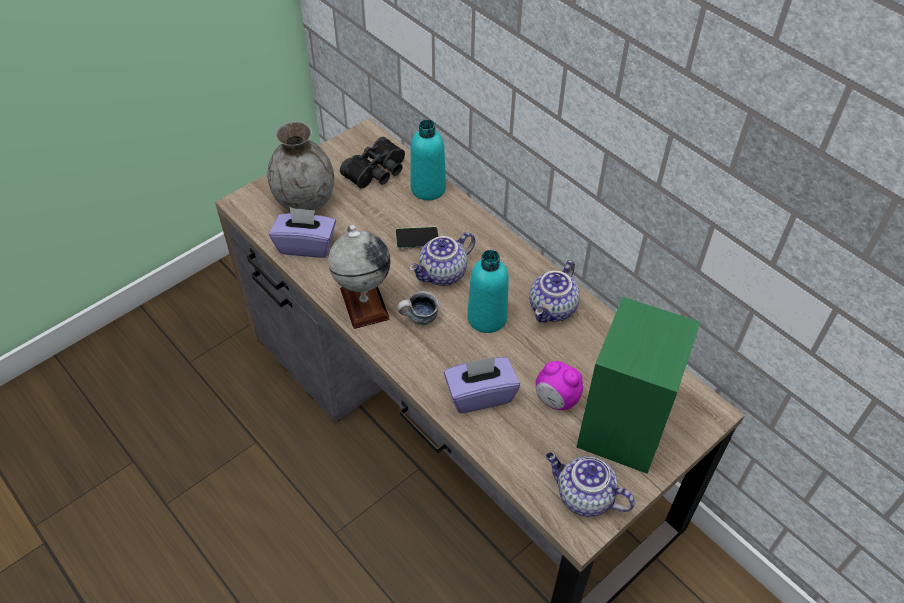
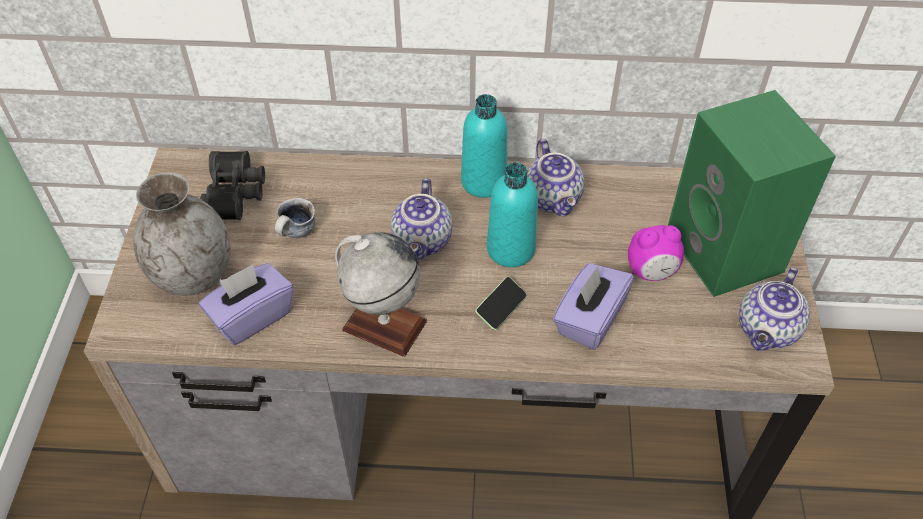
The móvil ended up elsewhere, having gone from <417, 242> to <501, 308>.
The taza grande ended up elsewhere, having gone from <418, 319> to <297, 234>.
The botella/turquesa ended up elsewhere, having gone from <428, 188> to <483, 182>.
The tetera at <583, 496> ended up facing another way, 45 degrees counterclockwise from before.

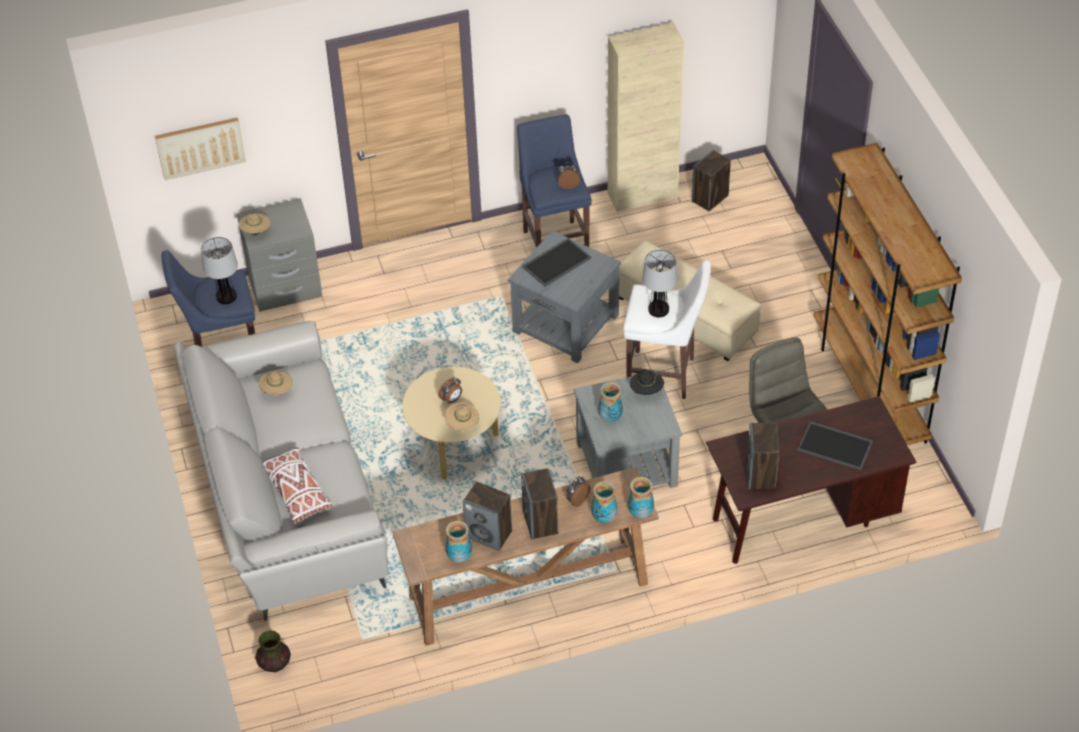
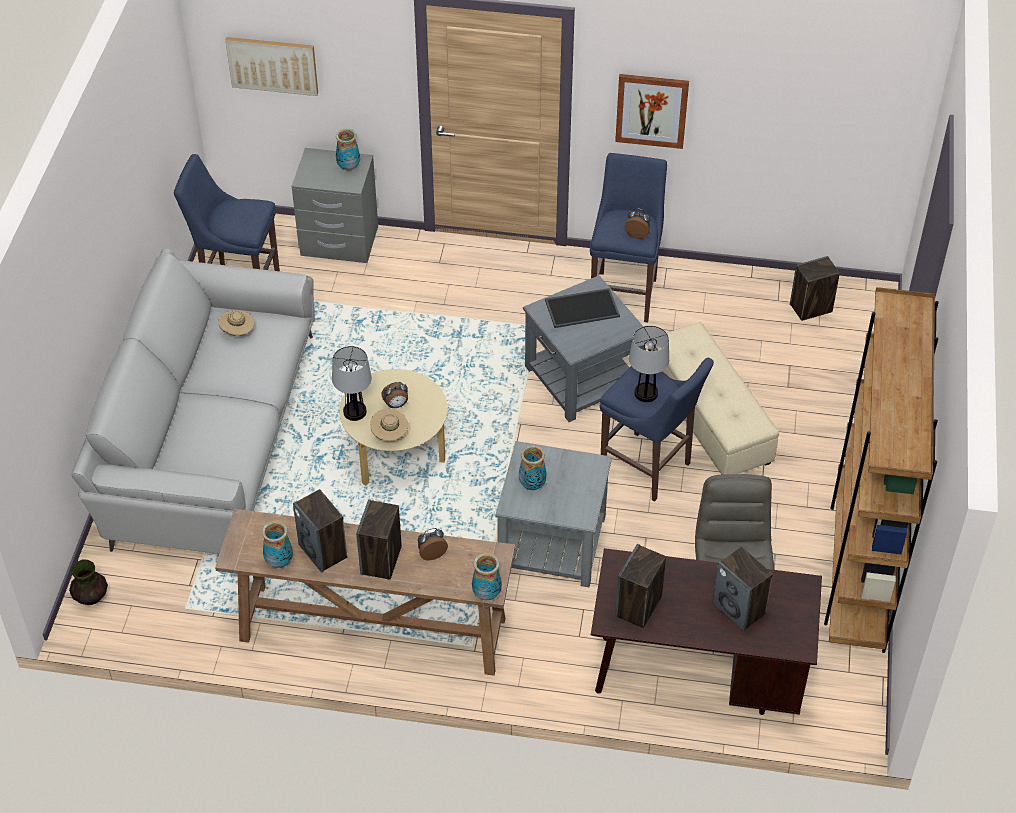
The lámpara de mesa ended up elsewhere, having gone from <226, 297> to <354, 412>.
The second view lost the sombrero/beis at <256, 232>.
The second view lost the cojín/blanco at <297, 492>.
The florero ended up elsewhere, having gone from <603, 517> to <348, 167>.
The second view lost the armario/beis at <642, 195>.
What was the taburete/blanco at <664, 375> turned into the taburete/azul at <649, 469>.
The second view lost the sombrero/negro at <646, 391>.
Where the bandeja stood at <836, 445>, the altavoz came to stand at <739, 609>.
The second view gained the cuadro at <651, 110>.

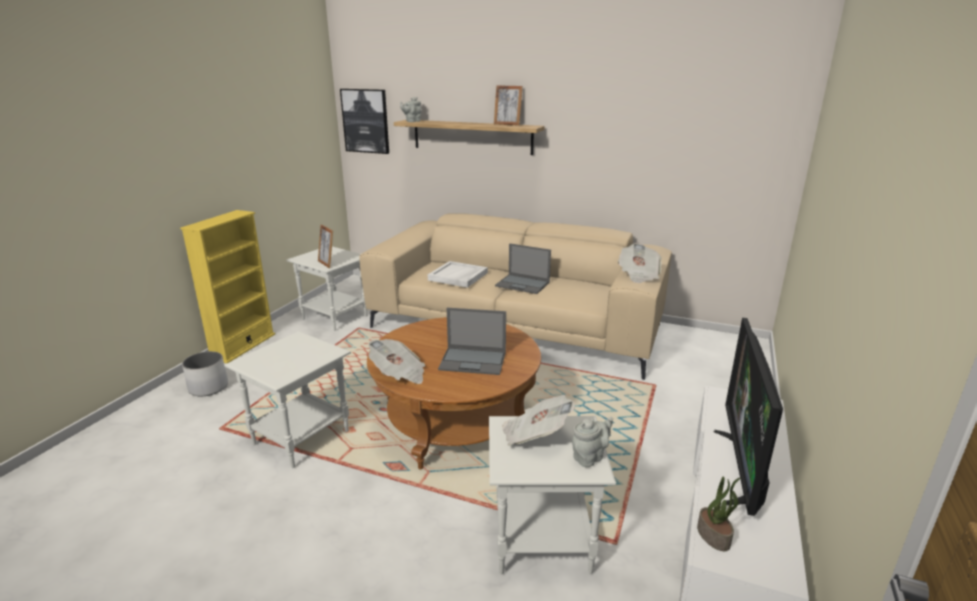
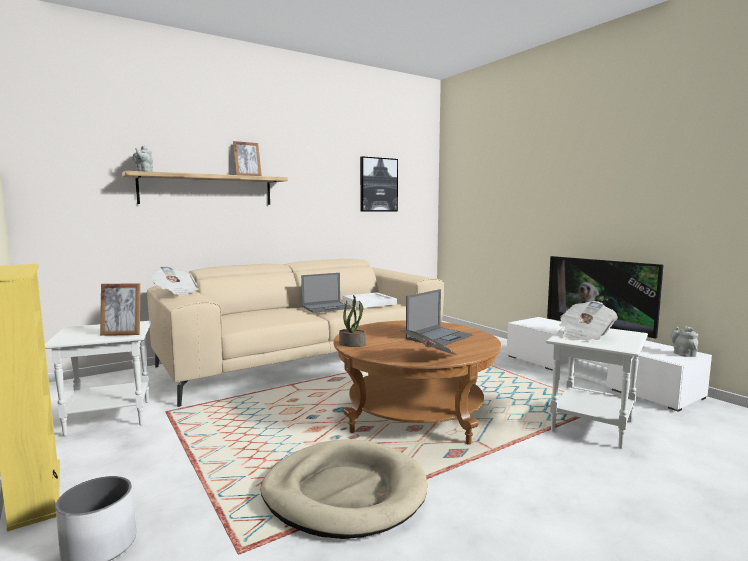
Where the mesa auxiliar/blanco stood at <302, 437>, the cama para perro/beis came to stand at <344, 492>.
The cuadro ended up elsewhere, having gone from <366, 121> to <378, 184>.
The bandeja/blanco ended up elsewhere, having gone from <458, 276> to <369, 302>.
The tetera/gris ended up elsewhere, having gone from <590, 457> to <683, 354>.
The periódico ended up elsewhere, having gone from <638, 275> to <175, 292>.
The planta en maceta ended up elsewhere, having gone from <714, 536> to <352, 344>.

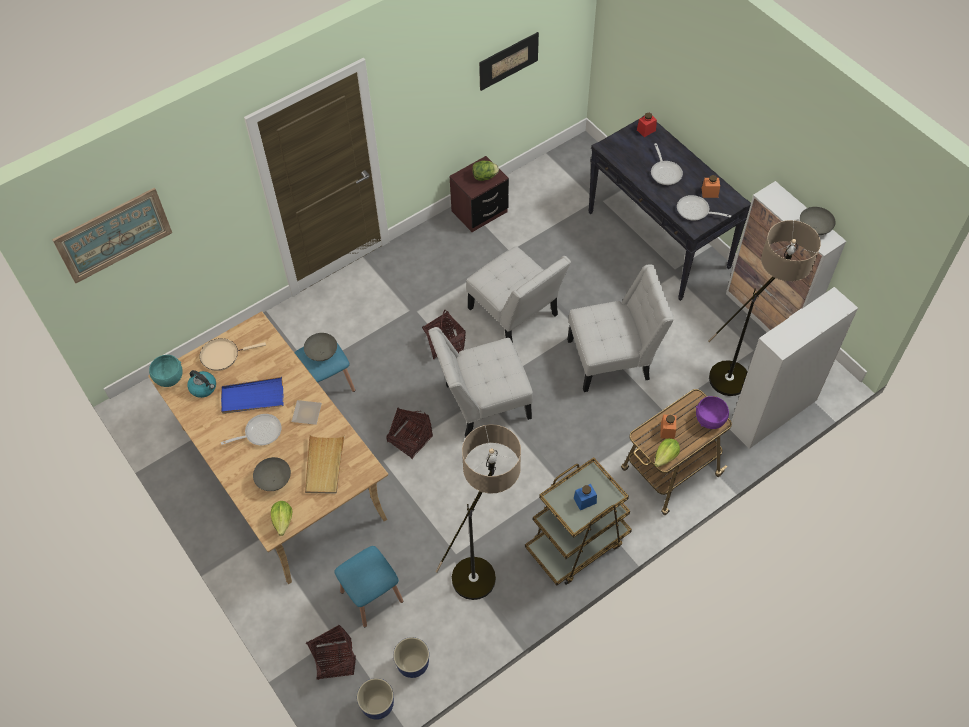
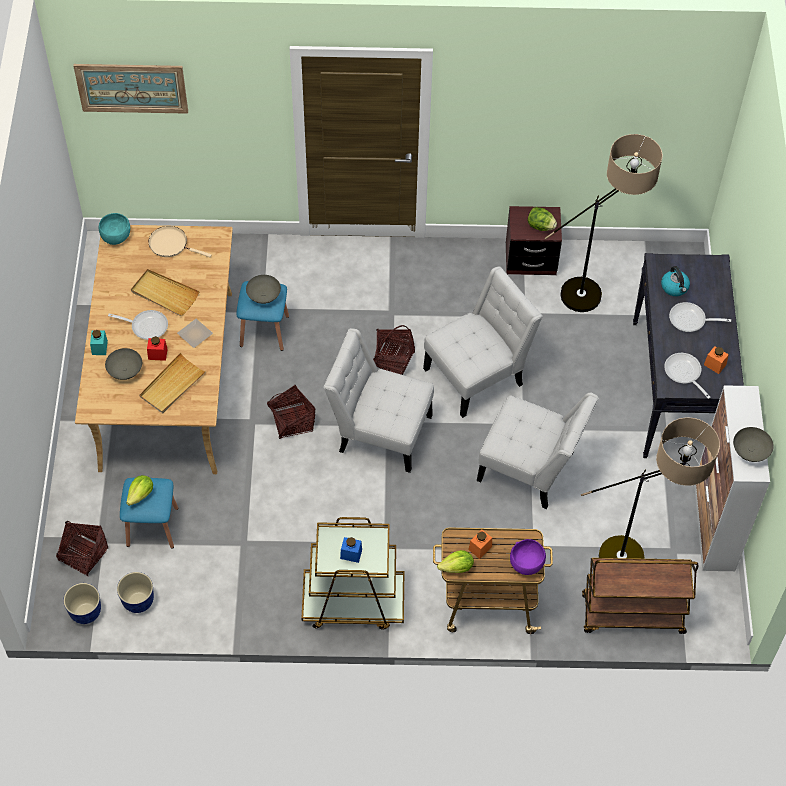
The hervidor ended up elsewhere, having gone from <204, 388> to <675, 287>.
What was the bandeja/azul at <252, 397> turned into the bandeja/beis at <164, 294>.
The lechuga ended up elsewhere, having gone from <283, 521> to <141, 495>.
The lámpara de pie ended up elsewhere, having gone from <484, 565> to <596, 292>.
The silla/blanco at <516, 315> ended up facing another way, 120 degrees counterclockwise from before.
The second view lost the cuadro at <508, 61>.
The tarro/rojo ended up elsewhere, having gone from <646, 130> to <157, 354>.
The sartén at <665, 172> ended up facing another way, 75 degrees clockwise from before.
Where the armario stood at <772, 414>, the carrito/marrón came to stand at <632, 615>.
The second view gained the tarro/turquesa at <99, 347>.

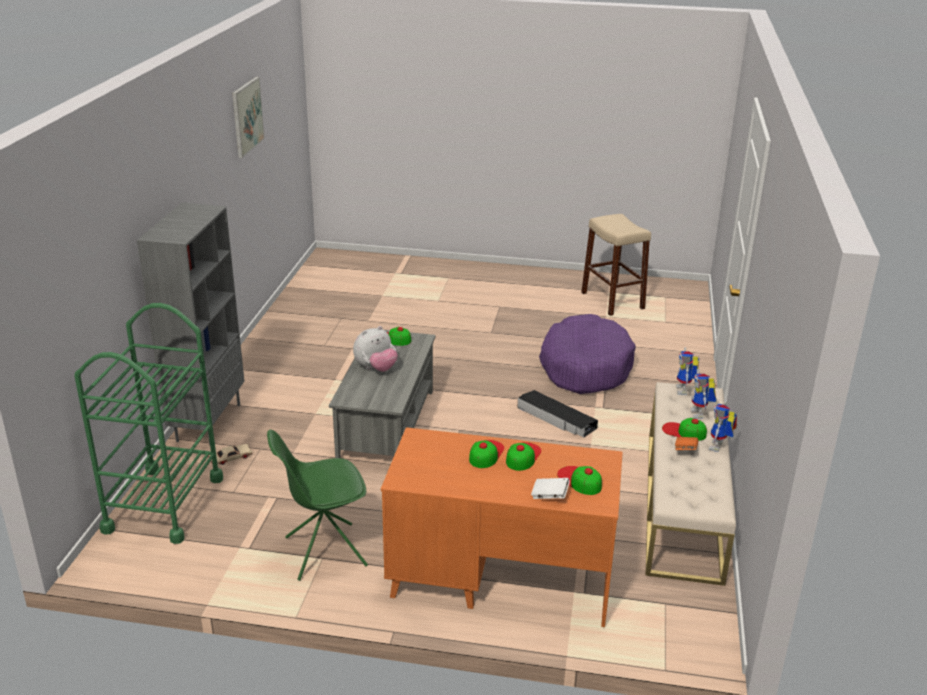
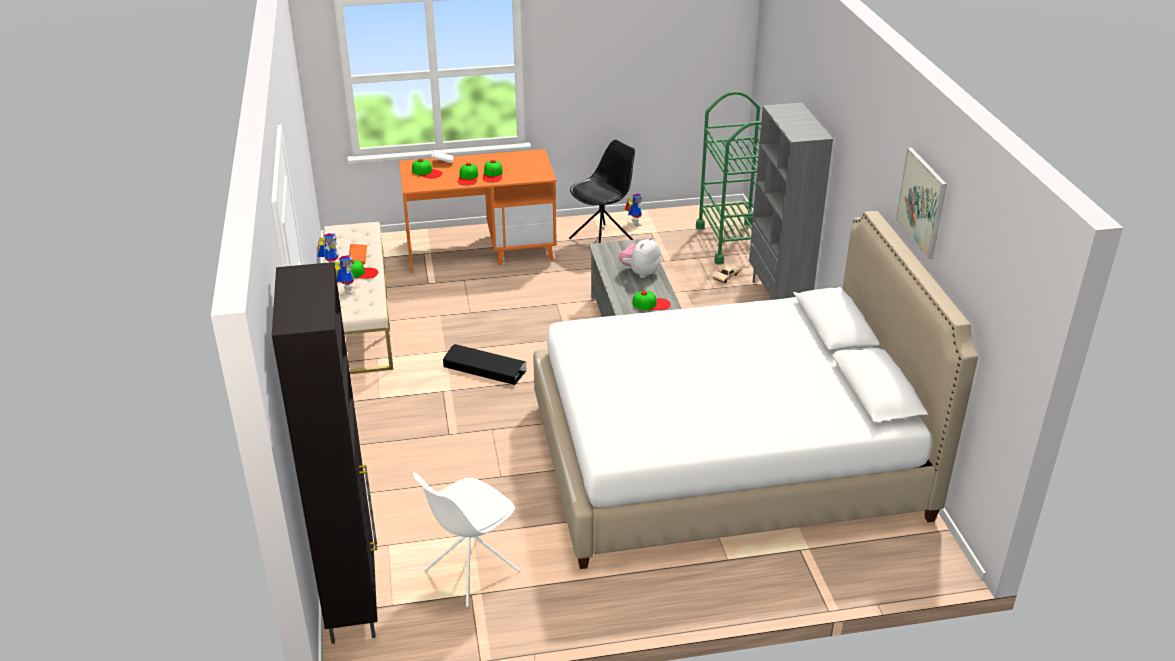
What was the silla/verde at <323, 551> turned into the silla/negro at <602, 240>.
The second view lost the cama para perro/morado at <585, 367>.
Where the taburete/beis stood at <612, 300>, the silla/blanco came to stand at <470, 572>.
The robot de juguete ended up elsewhere, having gone from <685, 391> to <633, 222>.
The second view gained the armario/negro at <353, 601>.
The second view gained the cama/blanco at <725, 459>.

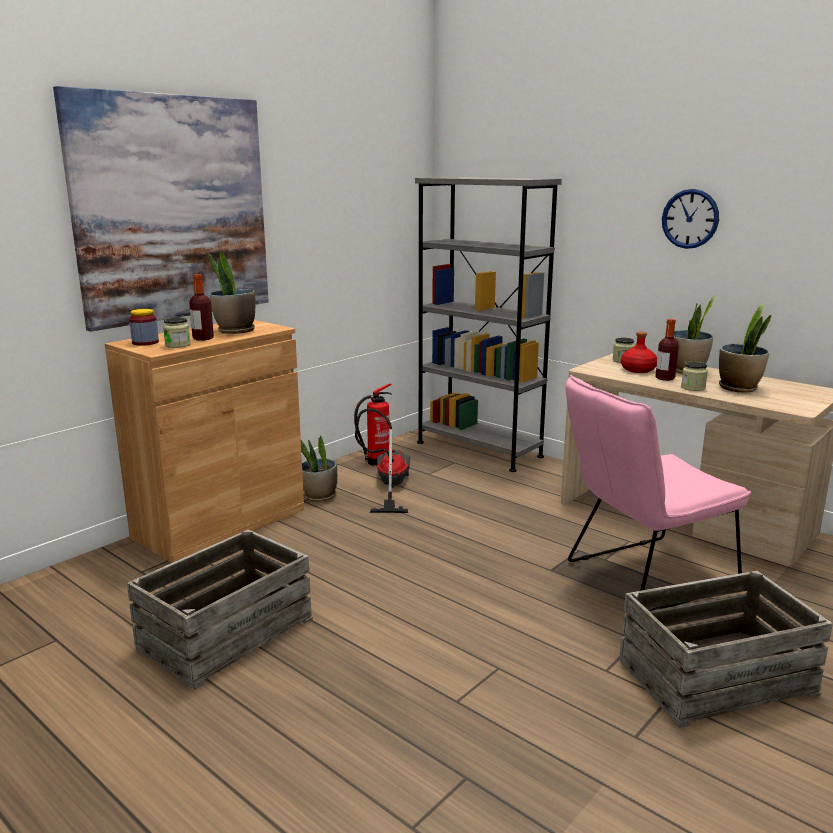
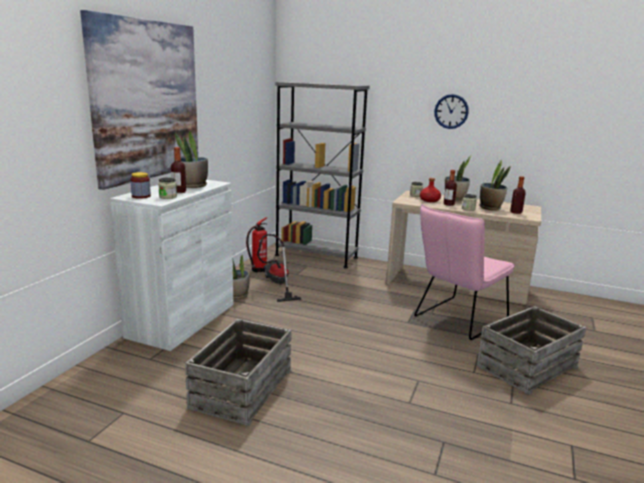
What was the armario/marrón at <220, 523> turned into the armario/blanco at <182, 320>.
The second view gained the botella at <516, 212>.

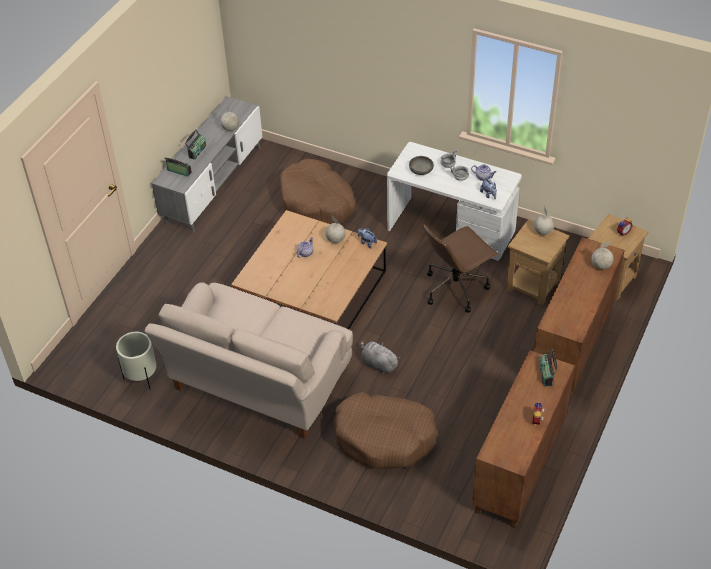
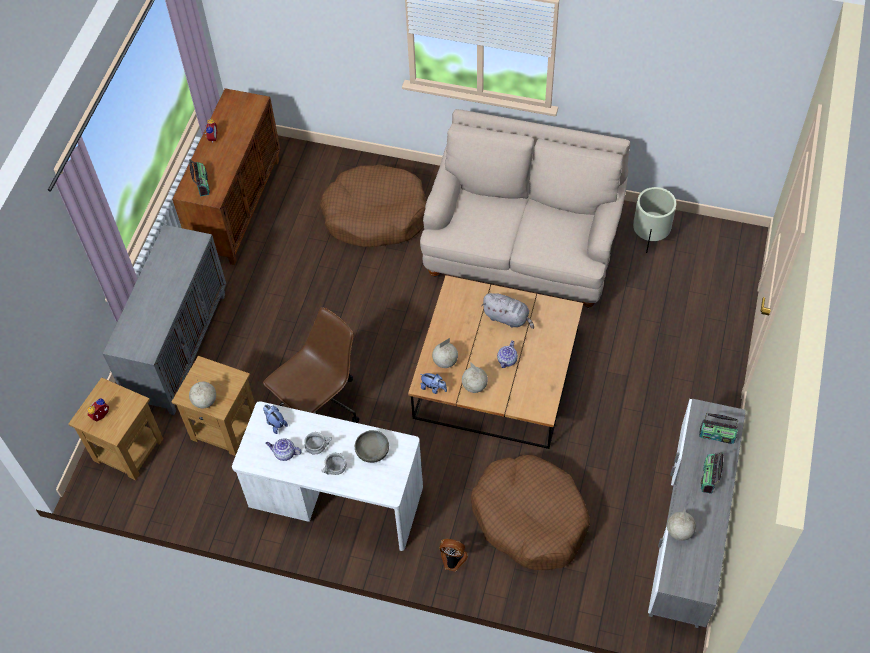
The peluche/gris ended up elsewhere, having gone from <378, 364> to <507, 318>.
What was the armario/marrón at <572, 347> turned into the armario/gris at <179, 347>.
The globo terráqueo ended up elsewhere, having gone from <601, 266> to <445, 361>.
The second view gained the ventilador at <452, 560>.

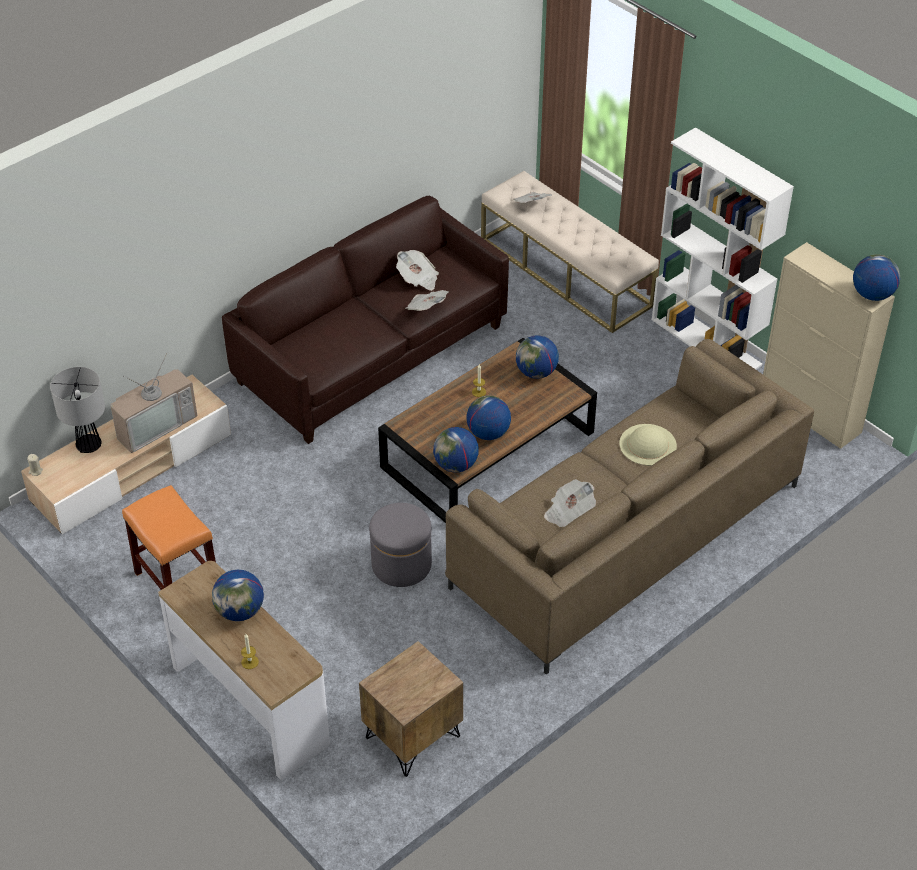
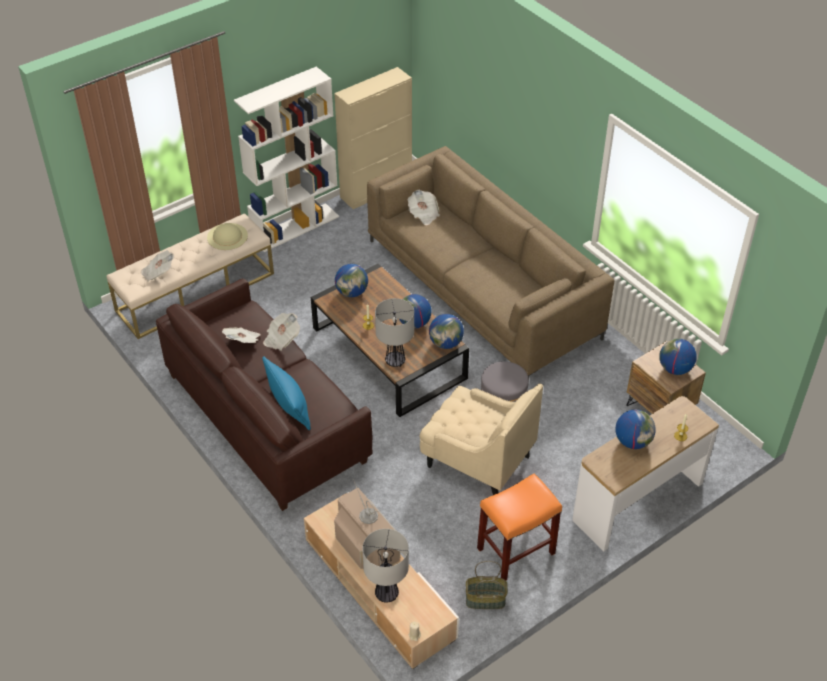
The periódico ended up elsewhere, having gone from <569, 513> to <423, 214>.
The sombrero/beis ended up elsewhere, having gone from <647, 444> to <227, 236>.
The globo terráqueo ended up elsewhere, having gone from <872, 294> to <674, 369>.
The second view gained the cojín/azul at <289, 405>.
The second view gained the lámpara de mesa at <395, 361>.
The second view gained the sillón/beis at <477, 461>.
The second view gained the cesta at <485, 600>.

